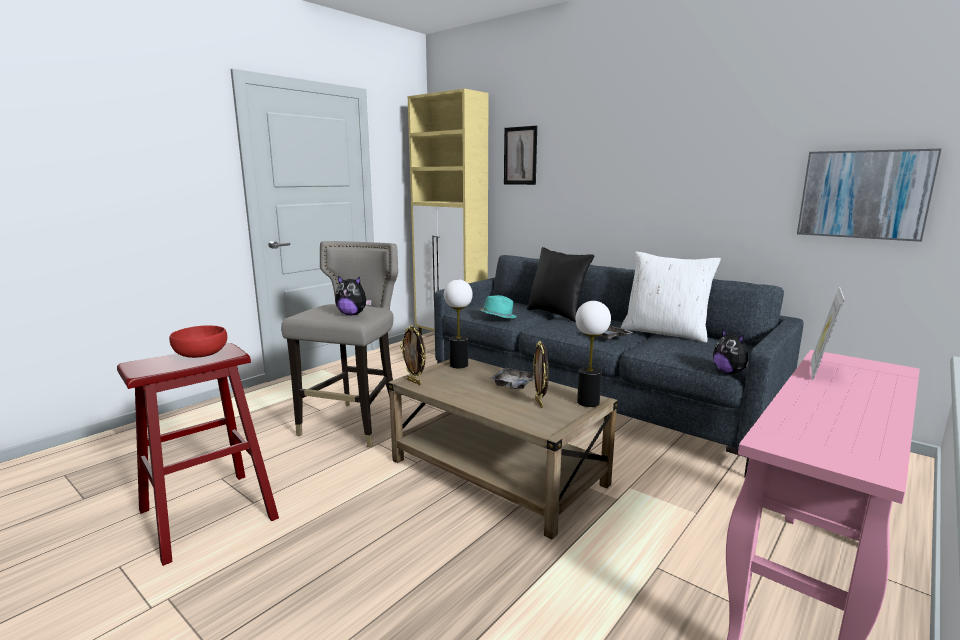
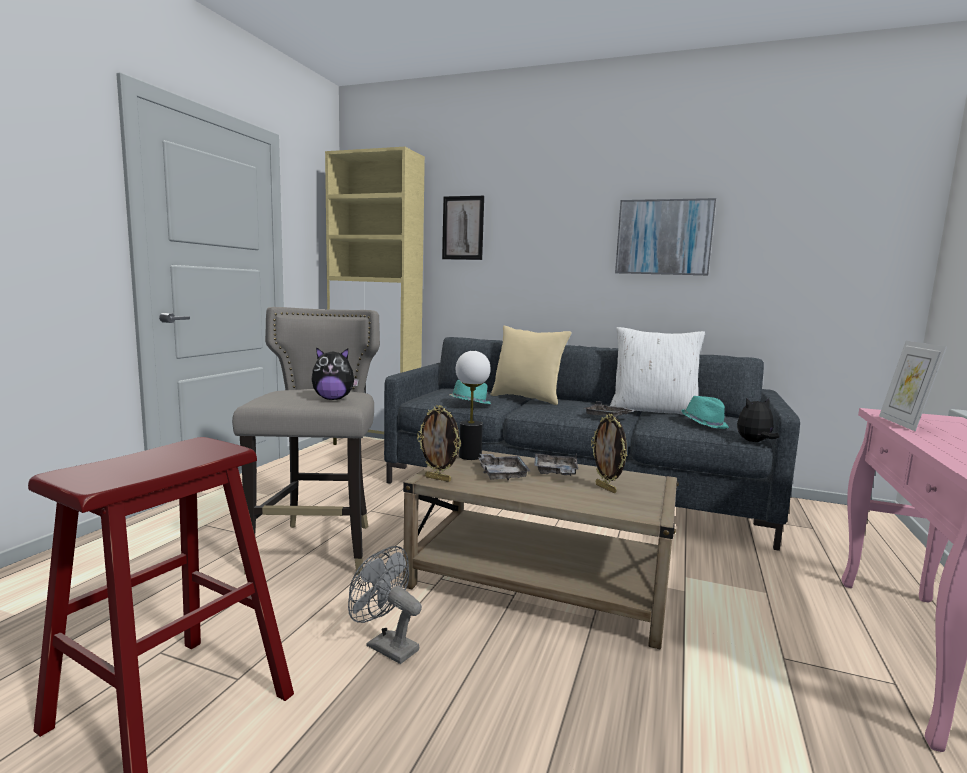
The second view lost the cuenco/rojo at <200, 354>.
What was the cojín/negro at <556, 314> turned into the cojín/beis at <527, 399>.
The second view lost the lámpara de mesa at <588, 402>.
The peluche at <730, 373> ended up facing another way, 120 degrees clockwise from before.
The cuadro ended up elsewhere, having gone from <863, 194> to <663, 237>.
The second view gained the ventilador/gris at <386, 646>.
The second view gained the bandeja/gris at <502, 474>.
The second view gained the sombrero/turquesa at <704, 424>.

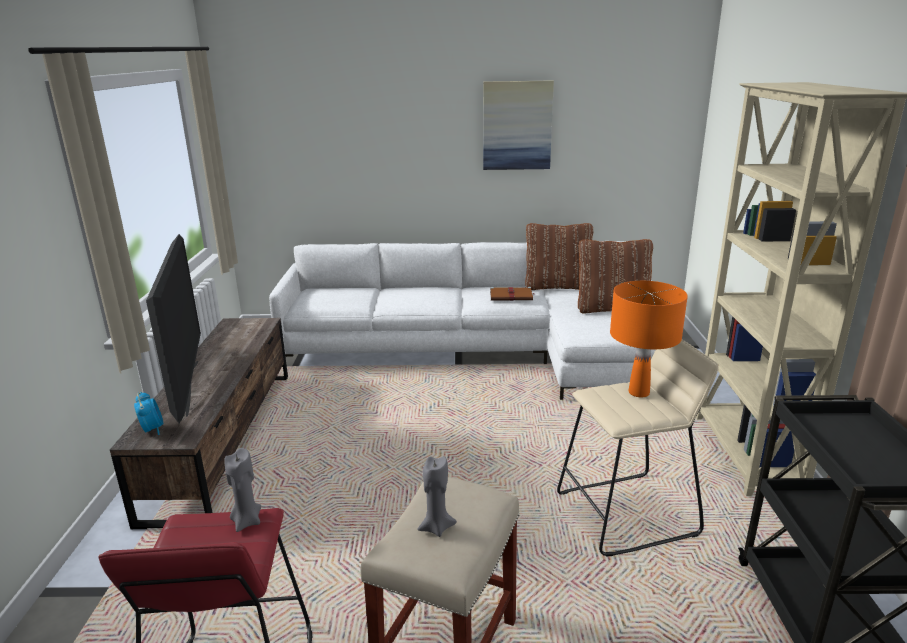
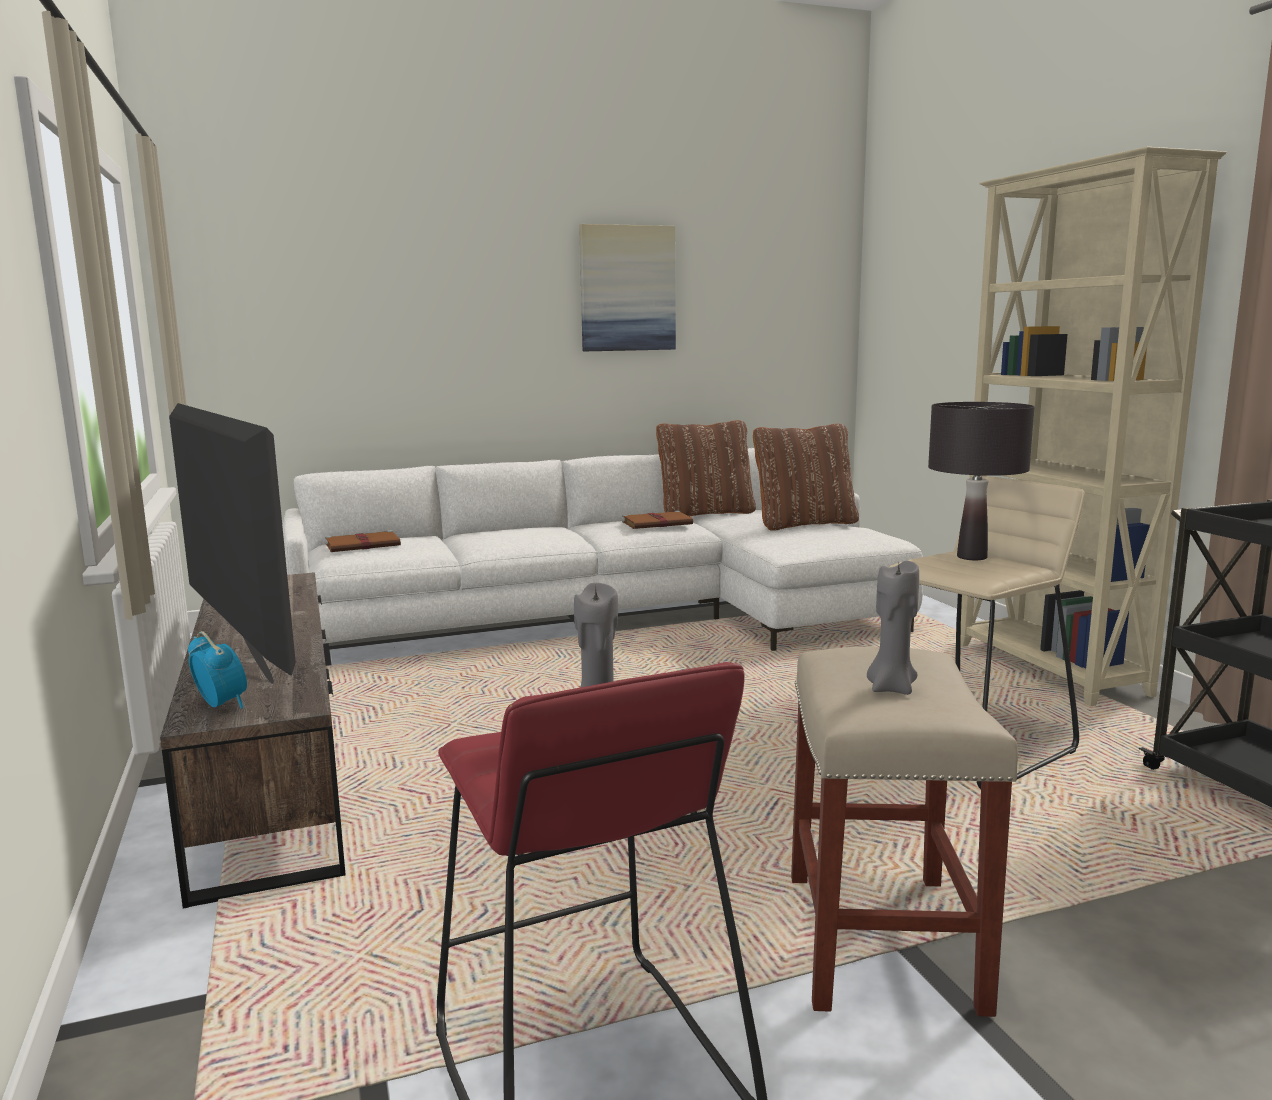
What was the lámpara de mesa/naranja at <639, 393> turned into the lámpara de mesa/negro at <972, 557>.
The second view gained the libro/marrón at <364, 545>.

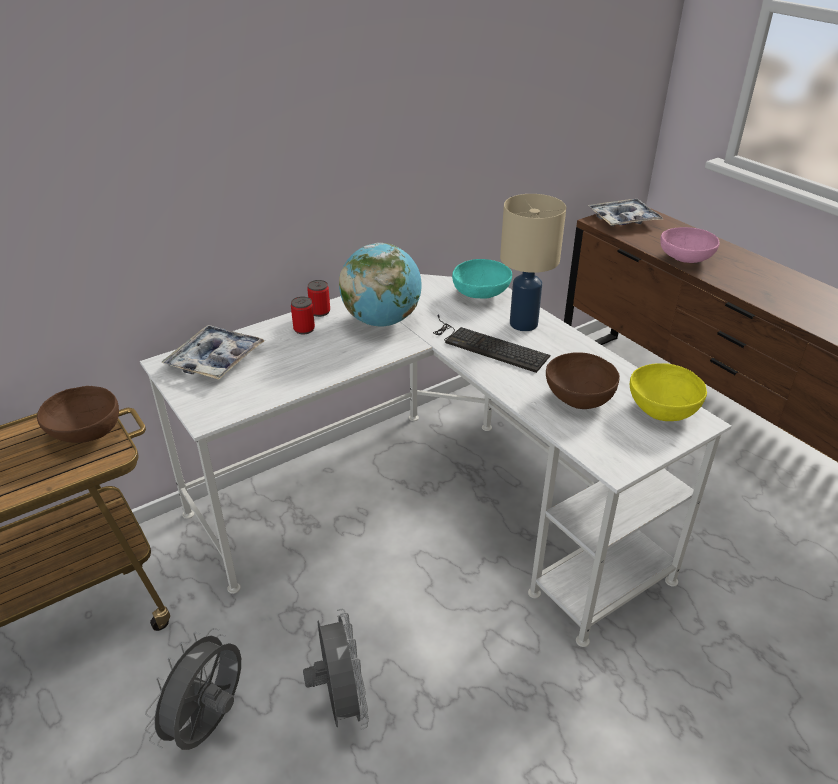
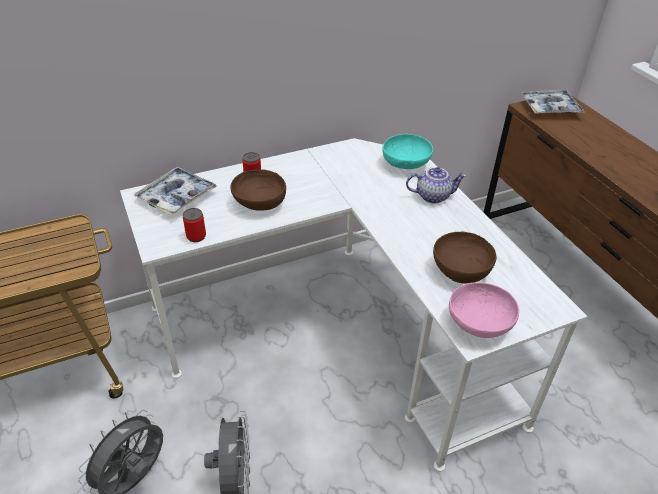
The cuenco/marrón ended up elsewhere, having gone from <84, 432> to <259, 203>.
The lata ended up elsewhere, having gone from <320, 312> to <196, 236>.
The second view lost the globo terráqueo at <381, 321>.
The second view lost the teclado at <486, 345>.
Where the lámpara de mesa/beis stood at <522, 323>, the tetera came to stand at <433, 196>.
The second view lost the cuenco/amarillo at <662, 408>.
The cuenco/rosa ended up elsewhere, having gone from <685, 260> to <478, 325>.

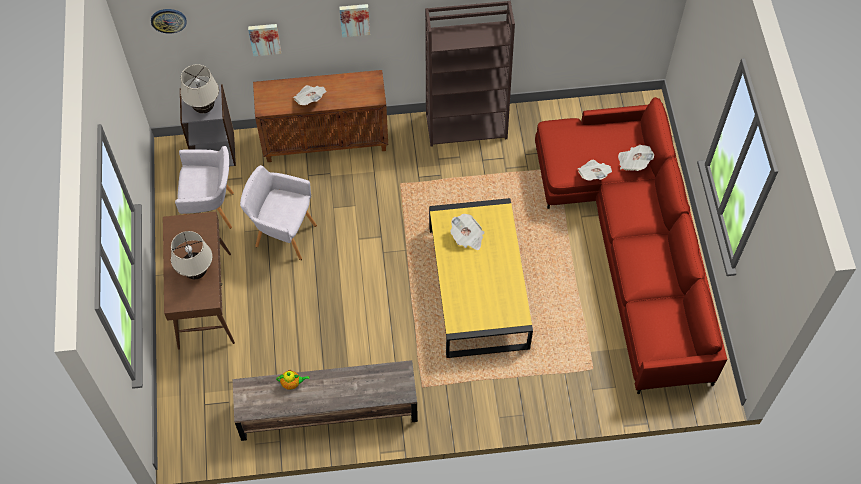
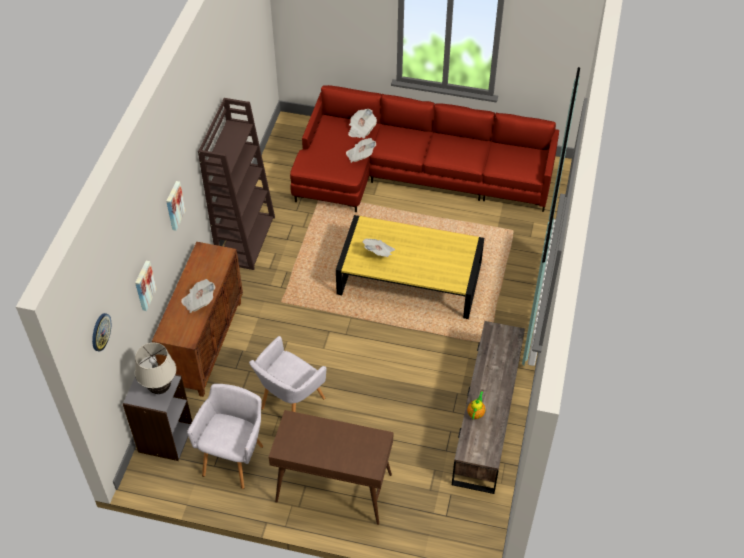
The second view lost the lámpara de mesa/beis at <196, 272>.

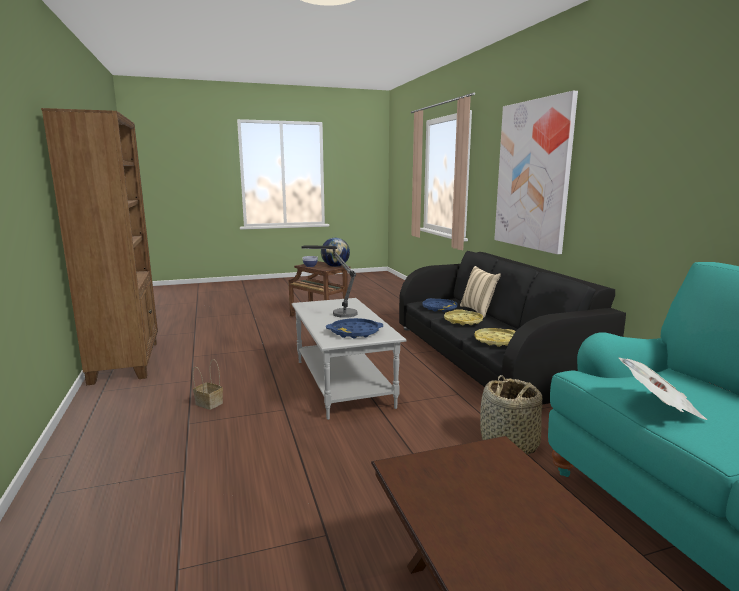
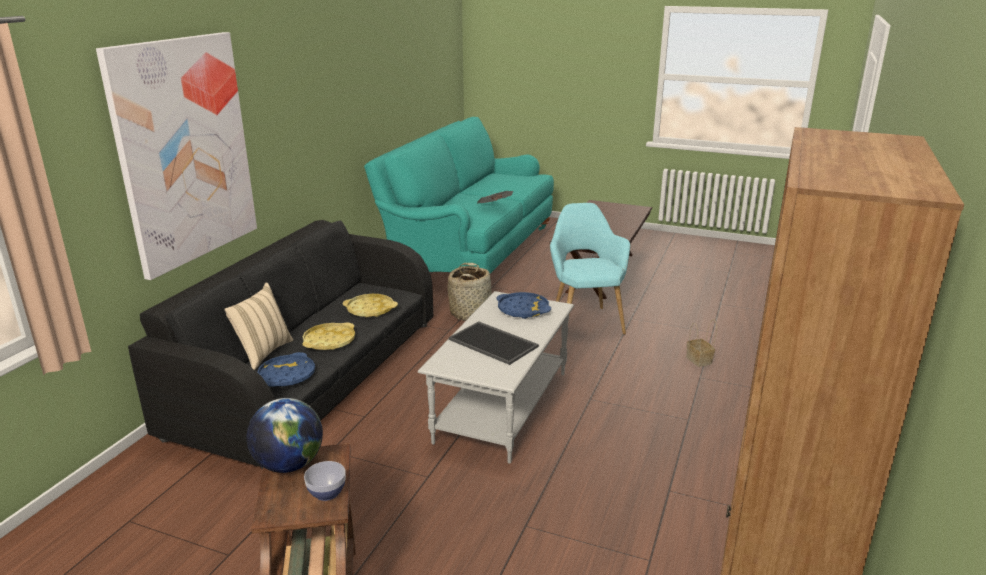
The cesta ended up elsewhere, having gone from <208, 403> to <699, 360>.
Where the lámpara de mesa stood at <337, 313>, the bandeja came to stand at <494, 343>.
The second view gained the sillón/turquesa at <584, 320>.

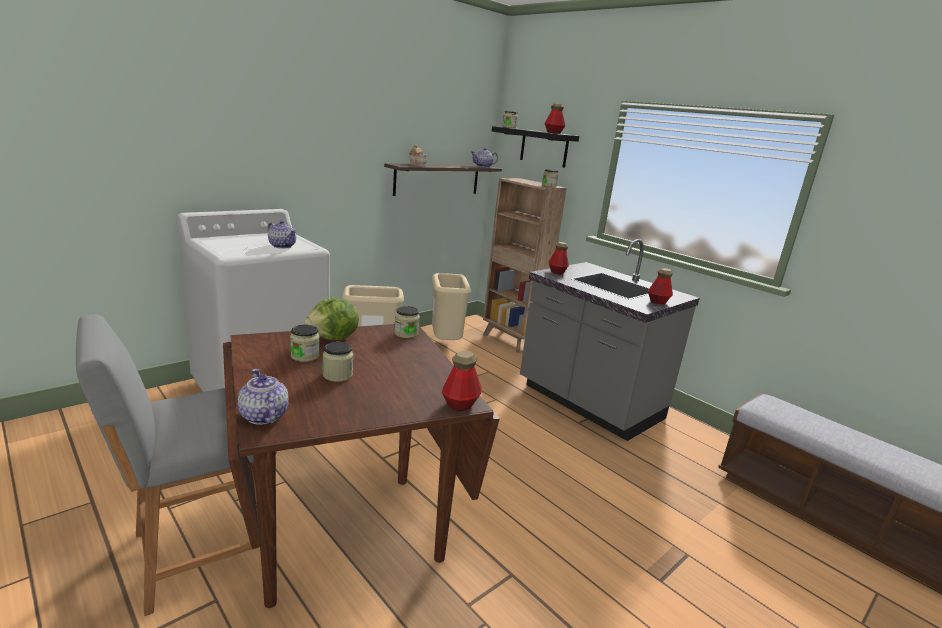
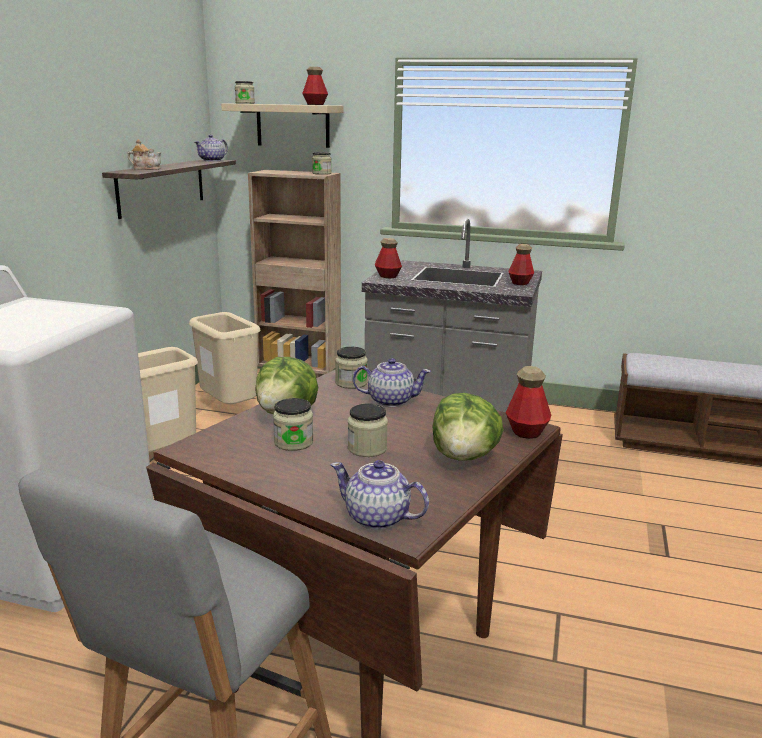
The tetera ended up elsewhere, having gone from <282, 246> to <390, 401>.
What was the estante/negro at <544, 147> turned into the estante/beis at <293, 125>.
The second view gained the lechuga at <464, 457>.

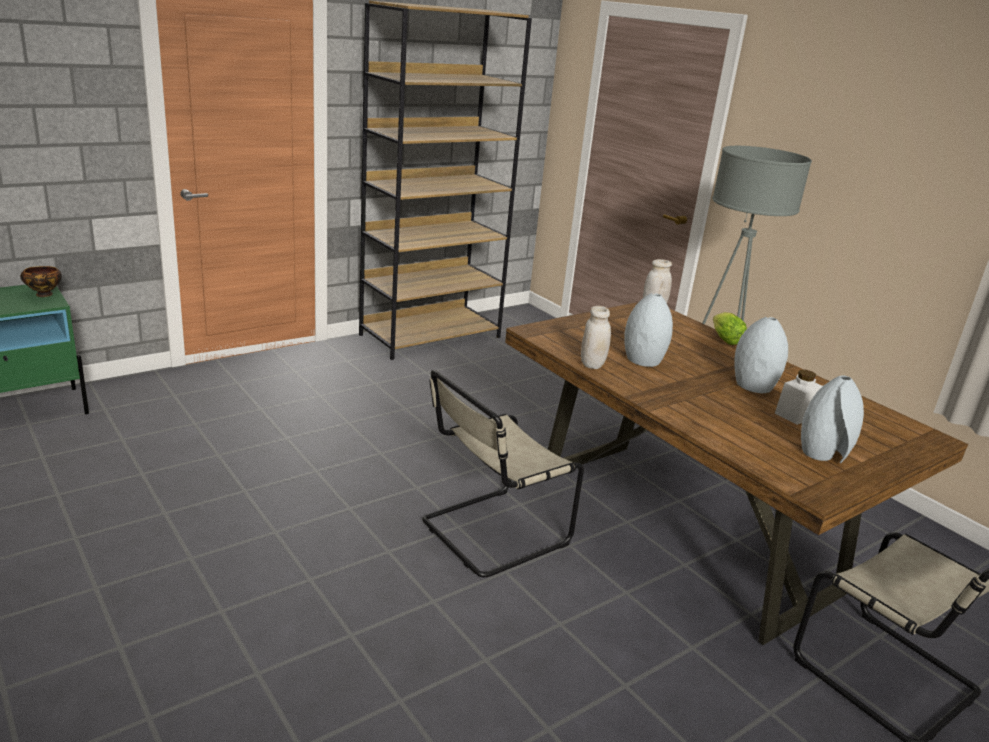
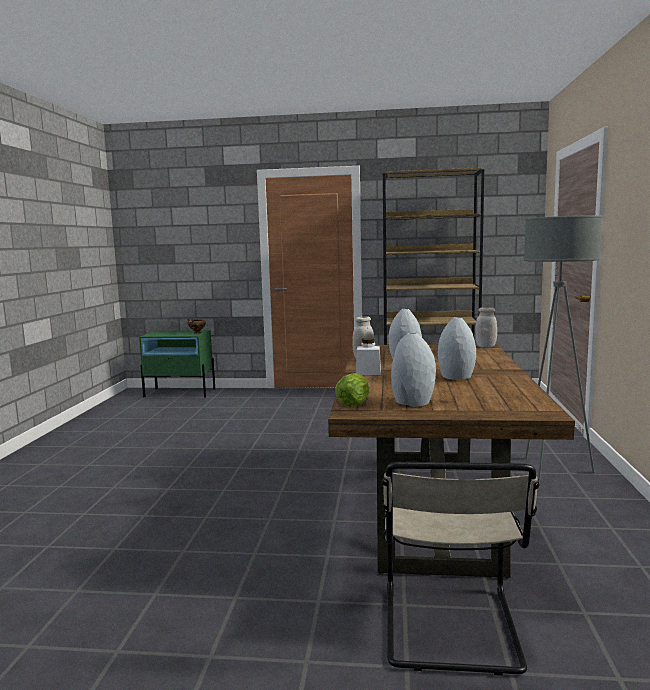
The second view lost the silla/beis at <490, 533>.
The lechuga ended up elsewhere, having gone from <724, 339> to <355, 403>.
The tarro/blanco ended up elsewhere, having gone from <795, 415> to <368, 372>.

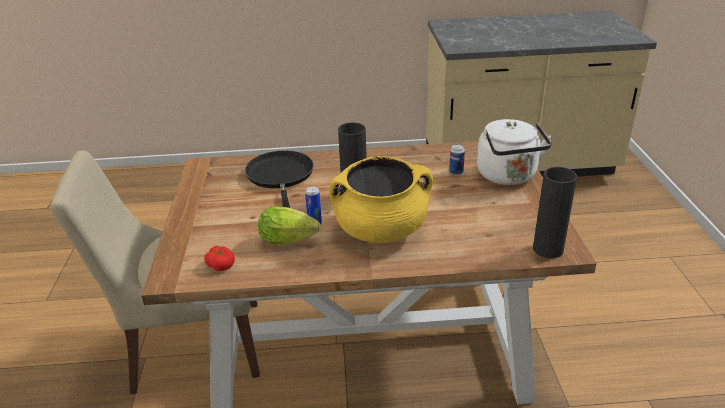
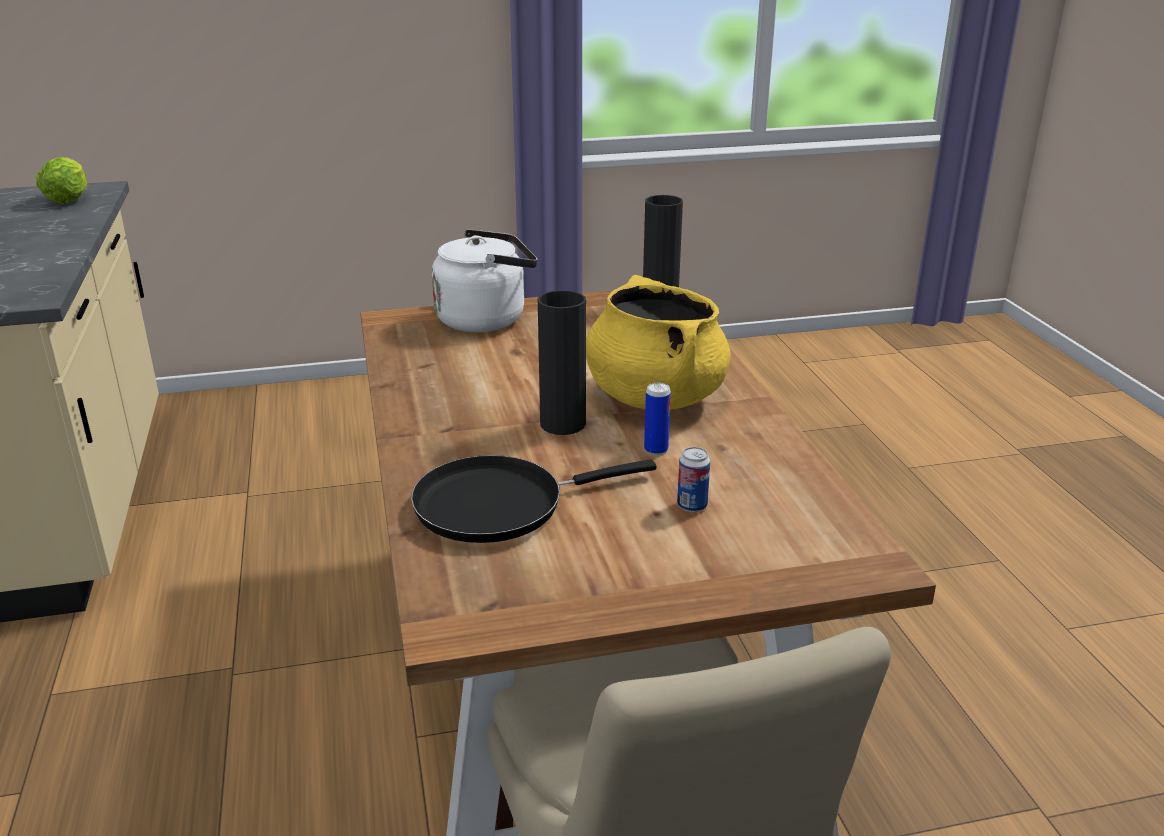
The second view lost the tomate at <221, 265>.
The lechuga ended up elsewhere, having gone from <291, 240> to <70, 198>.
The lata ended up elsewhere, having gone from <456, 172> to <692, 506>.

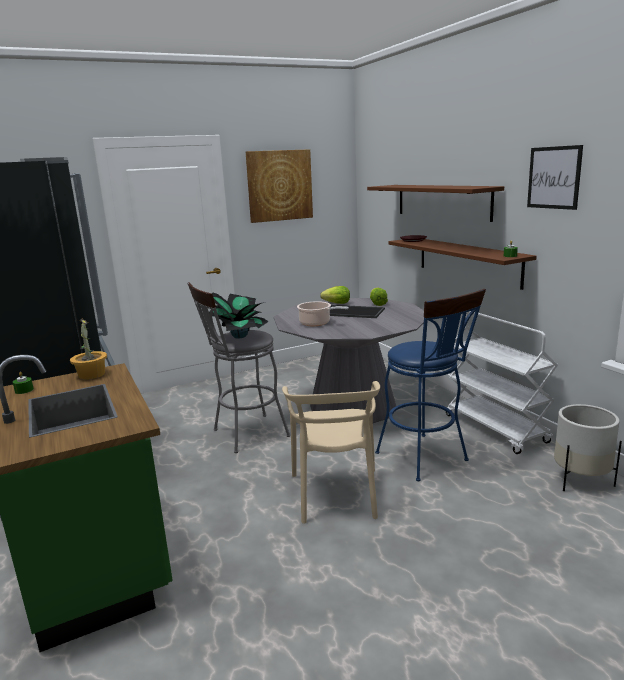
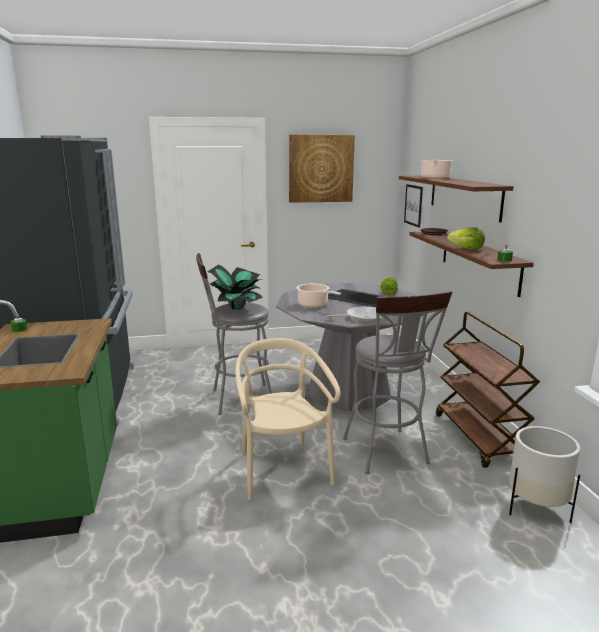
The second view lost the planta en maceta at <91, 375>.
The silla/beis at <336, 494> ended up facing another way, 150 degrees clockwise from before.
The lechuga ended up elsewhere, having gone from <337, 303> to <467, 249>.
What was the taburete/azul at <426, 459> turned into the taburete/gris at <388, 454>.
What was the carrito/blanco at <496, 429> turned into the carrito/marrón at <479, 438>.
The cuadro ended up elsewhere, having gone from <554, 177> to <413, 205>.
The second view gained the sartén at <364, 317>.
The second view gained the olla at <435, 178>.

